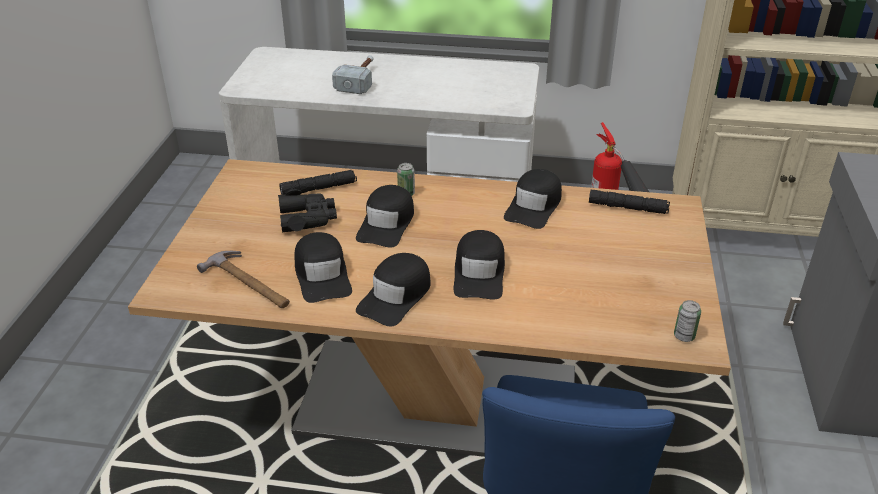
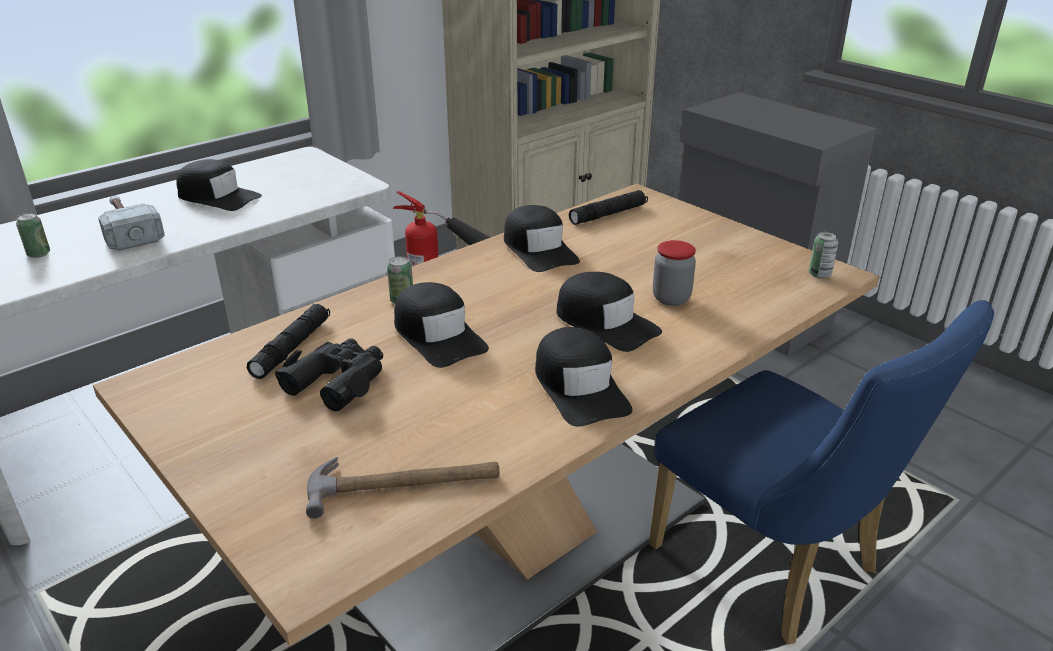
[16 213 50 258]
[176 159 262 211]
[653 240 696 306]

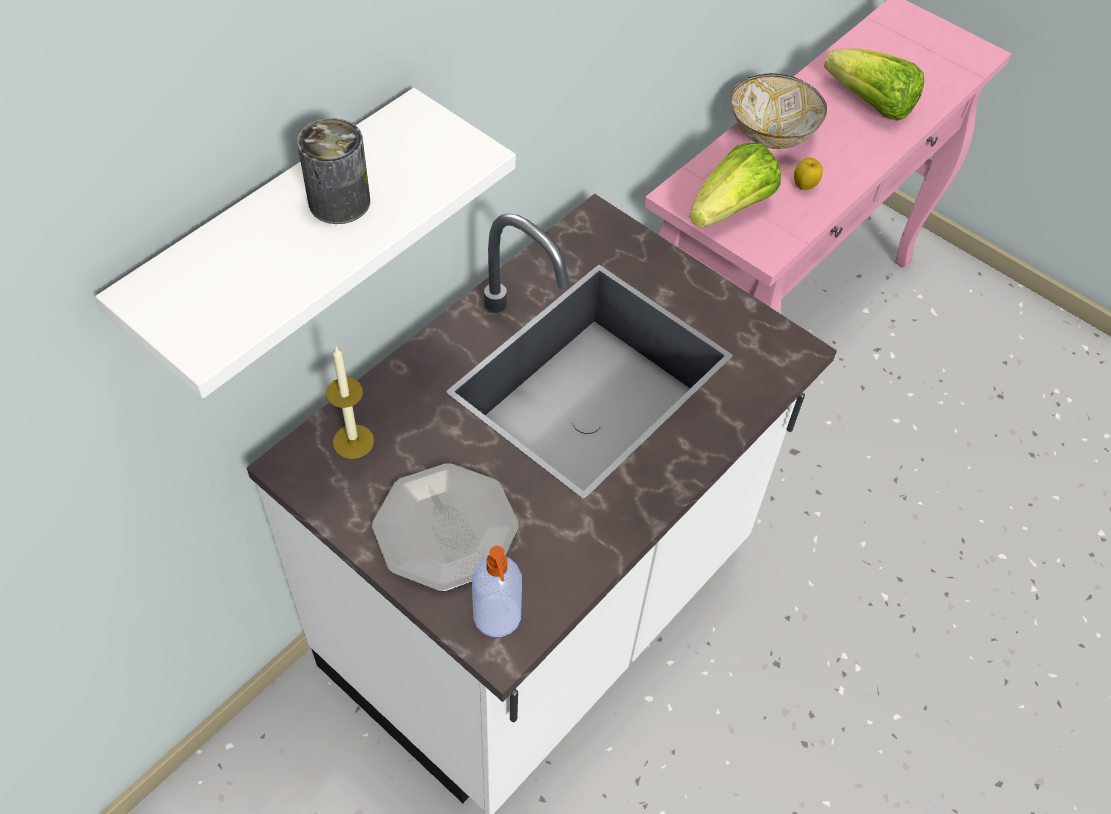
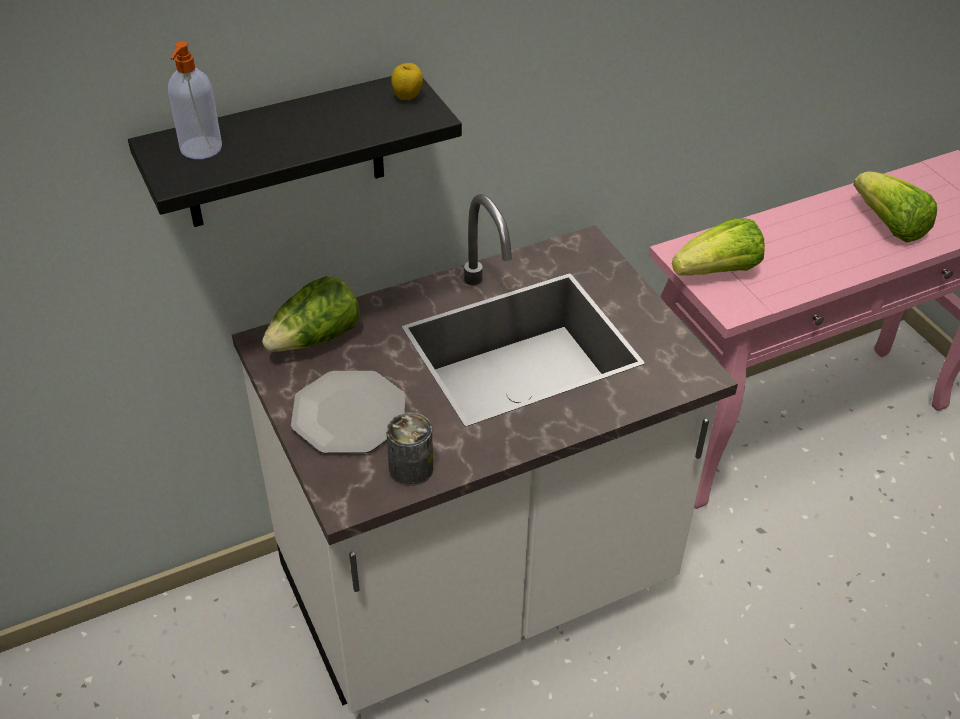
[128 76 462 227]
[168 41 222 159]
[262 276 360 352]
[386 412 433 486]
[391 63 423 100]
[731 73 827 149] (first image)

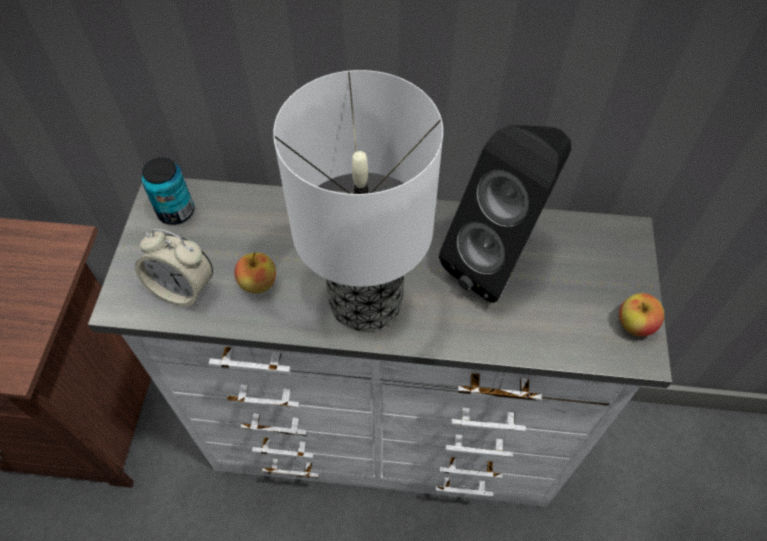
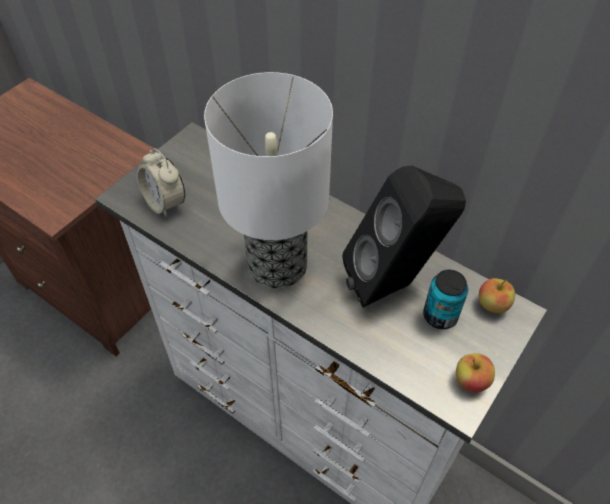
[423 270 468 329]
[479 278 515 314]

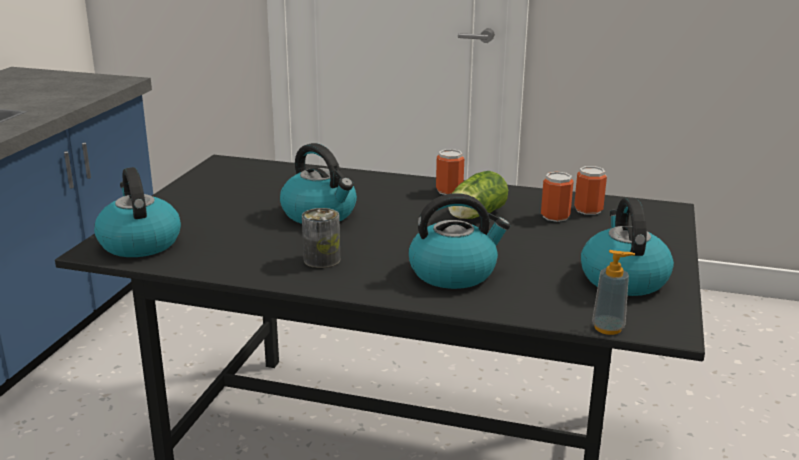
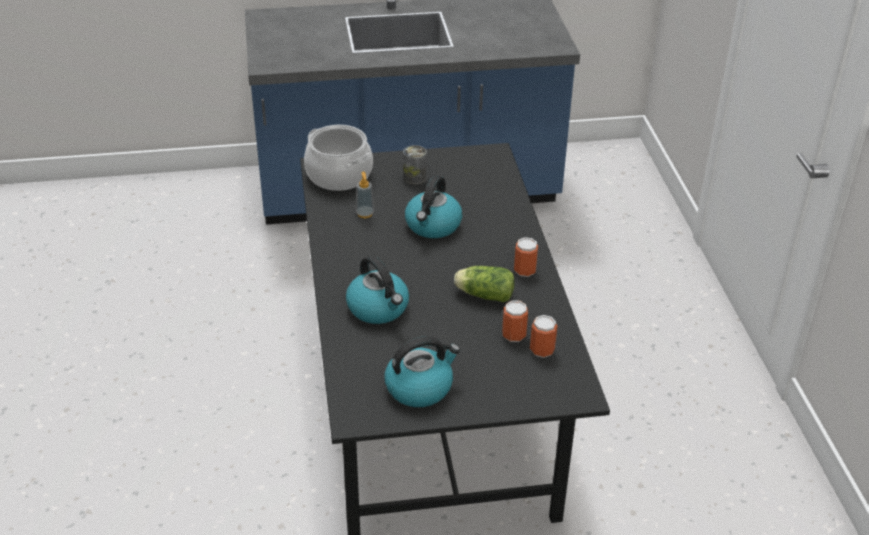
[304 125 373 191]
[356 171 374 218]
[403 145 427 184]

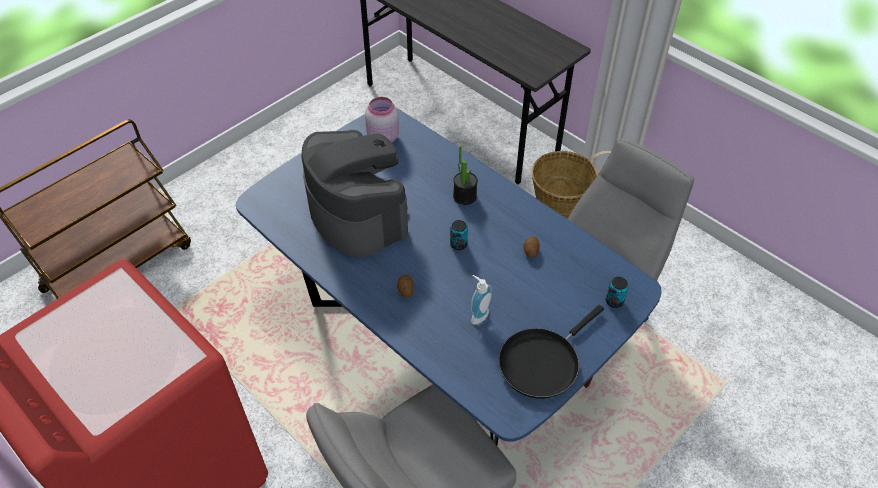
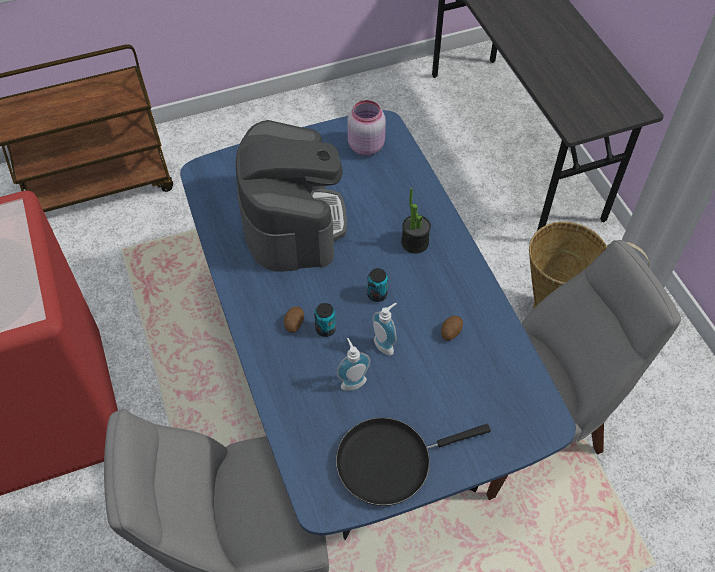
[314 303 336 337]
[373 303 397 355]

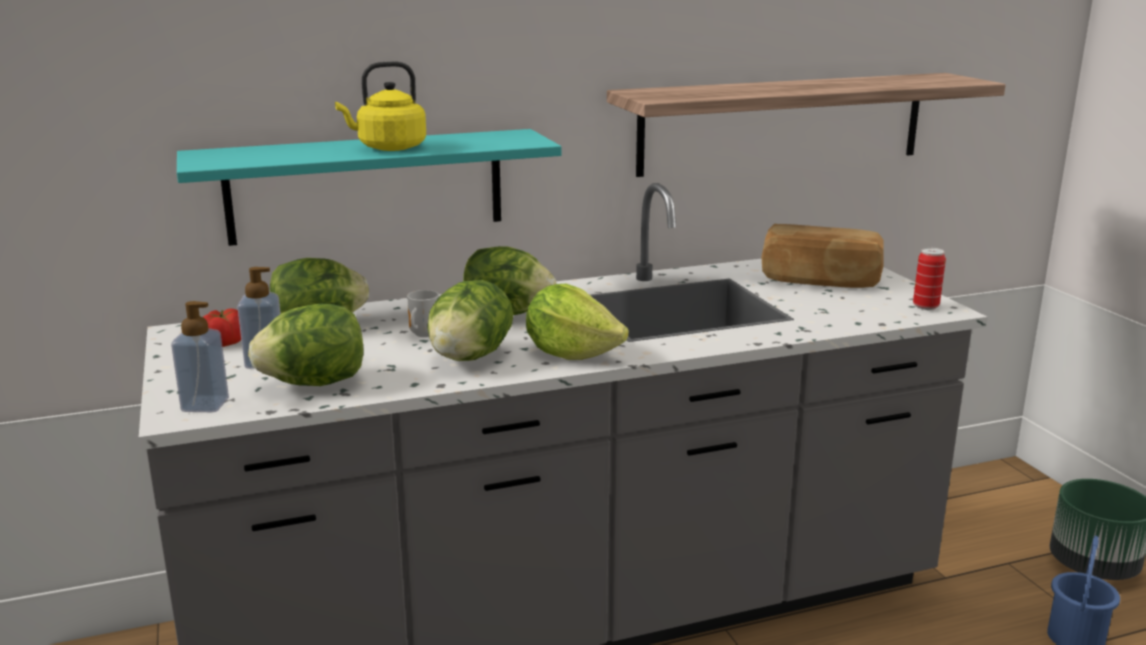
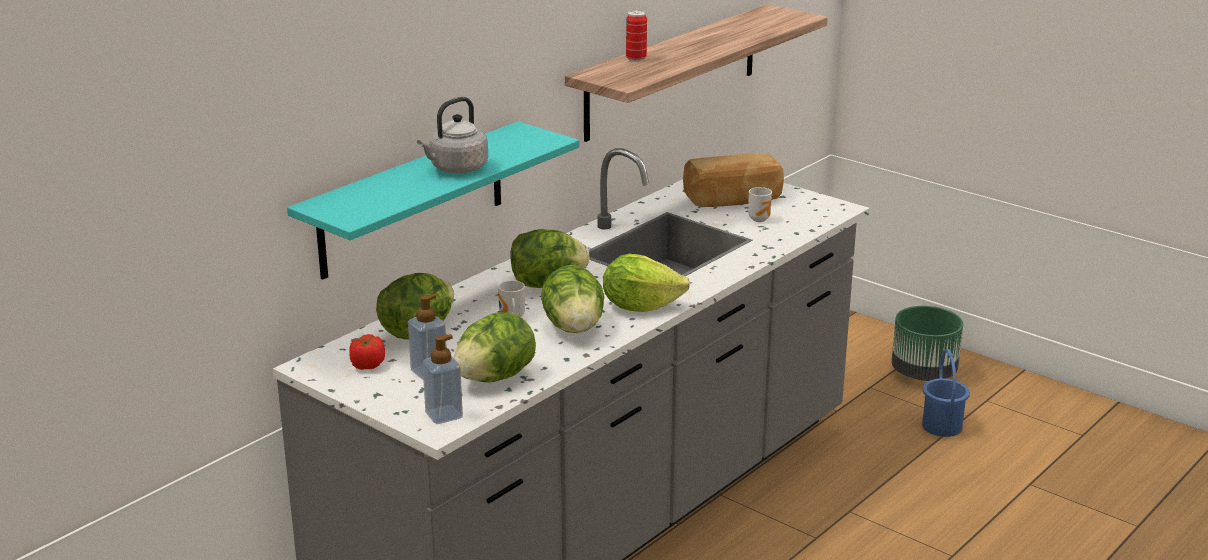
[417 97 488 173]
[626 10 647 61]
[748 187 772 222]

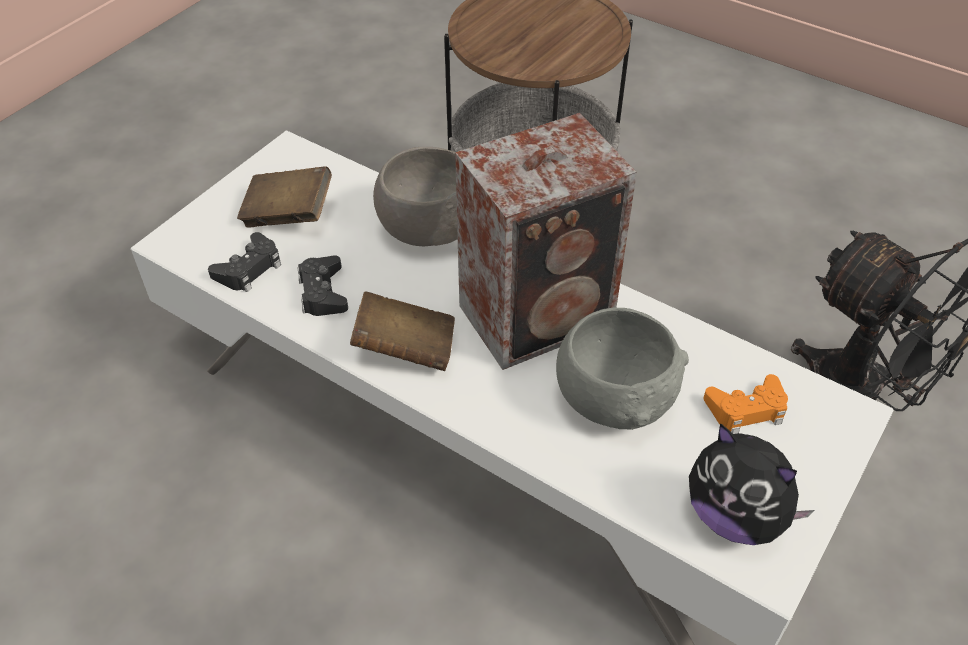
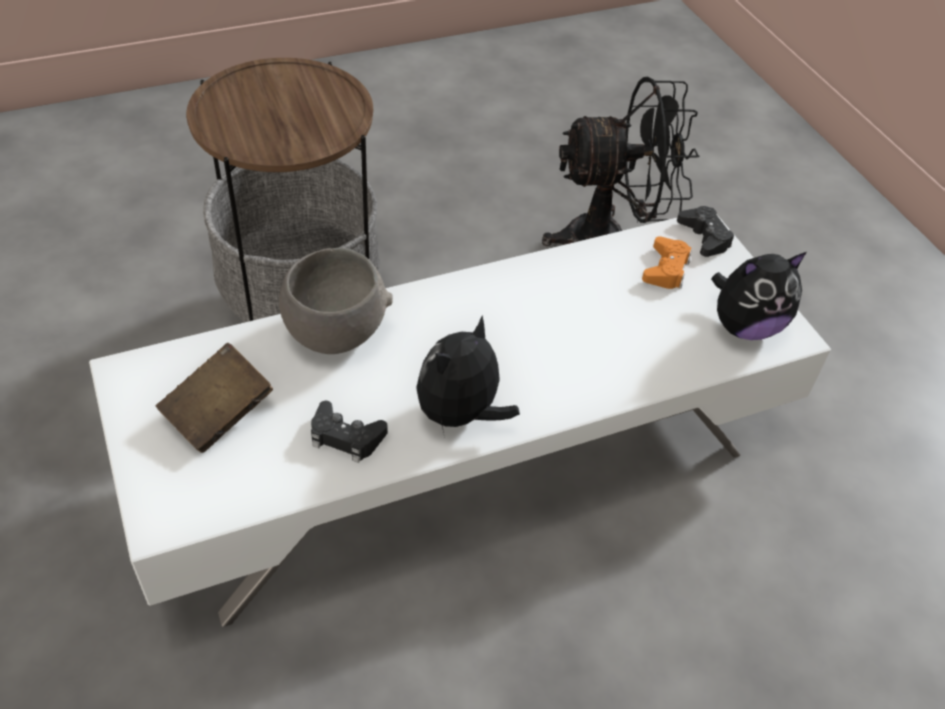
[416 315 520 438]
[677 206 734 257]
[455 113 637 370] (first image)
[556 308 689 430] (first image)

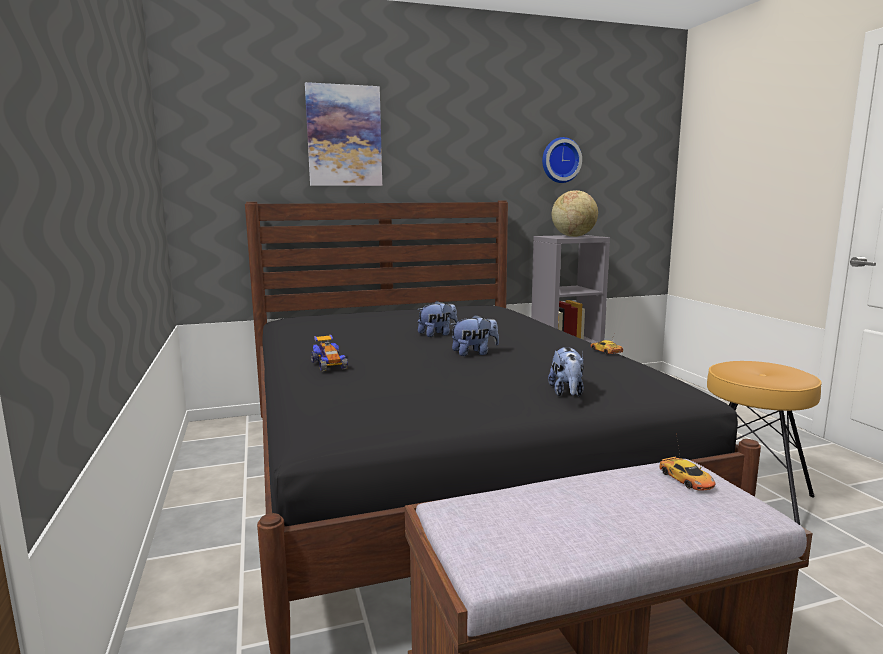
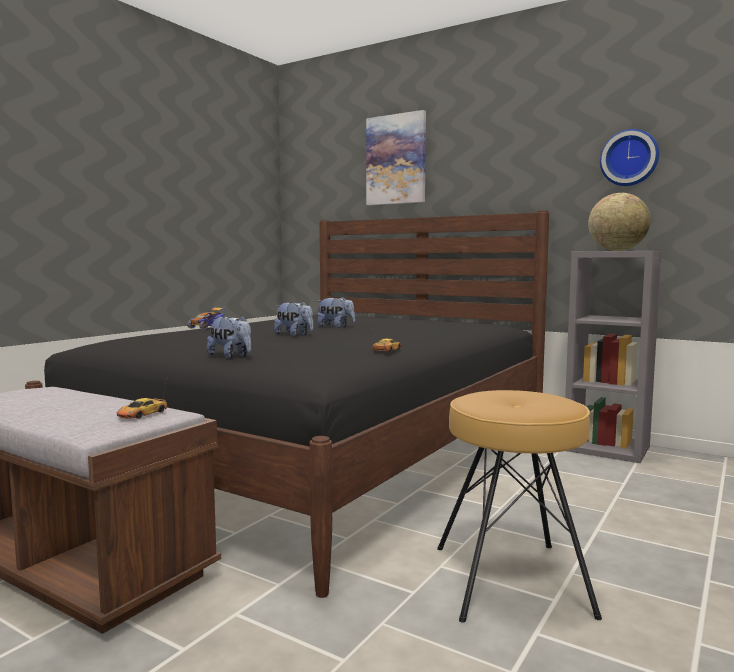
[207 315 251 359]

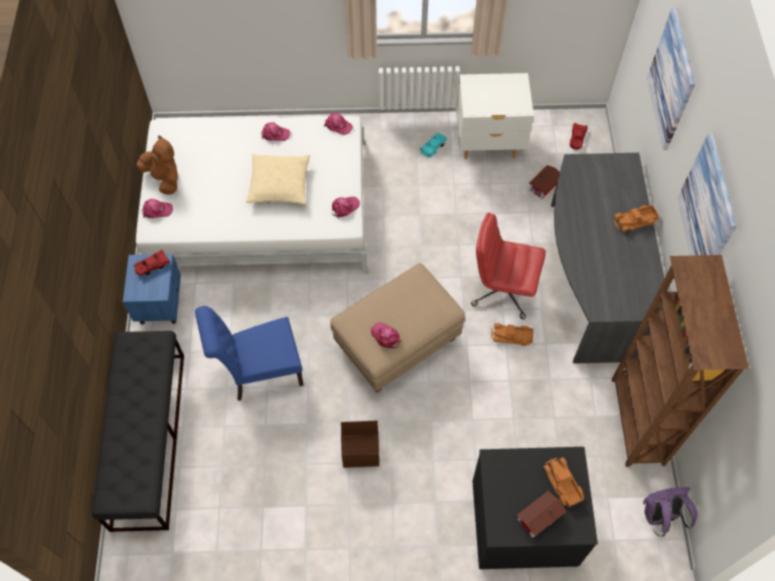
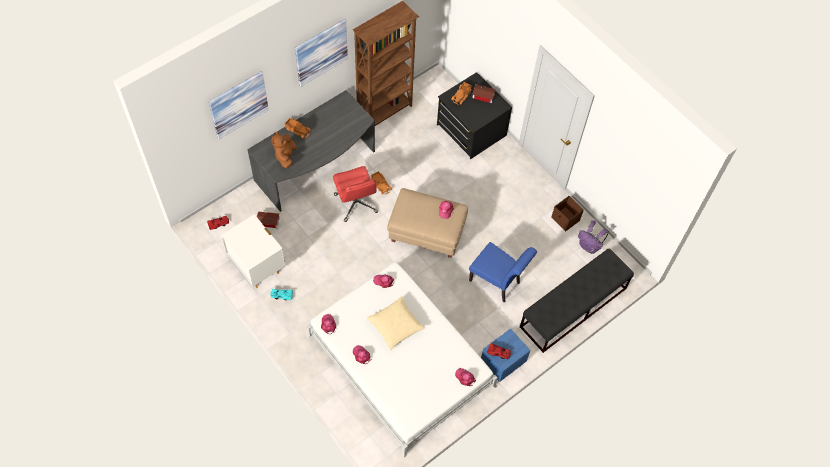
[271 131 297 168]
[551 196 584 231]
[578 221 609 254]

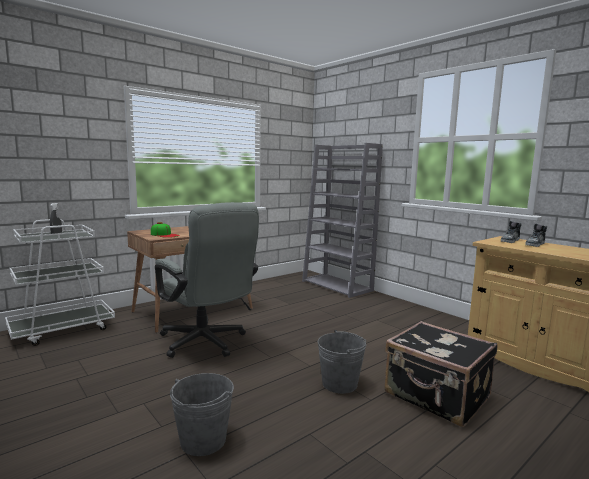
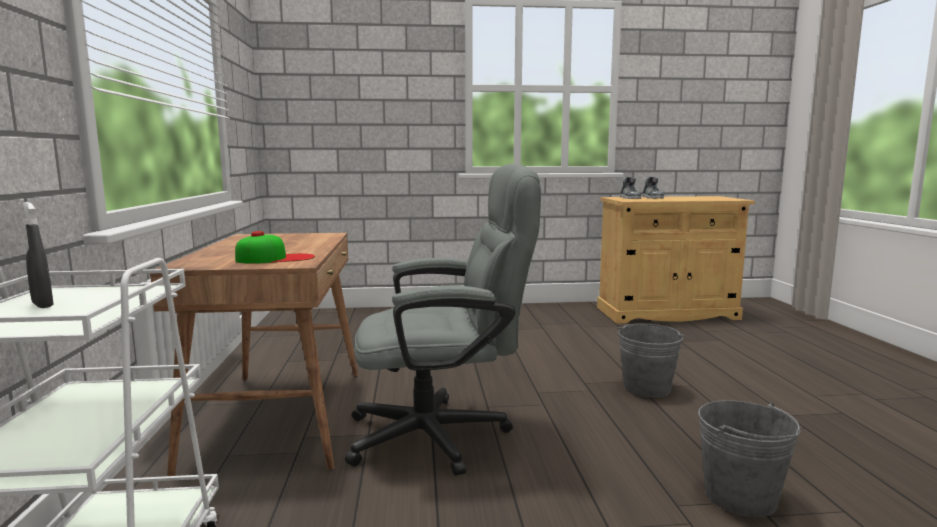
[302 143 383 298] (first image)
[385 321 497 427] (first image)

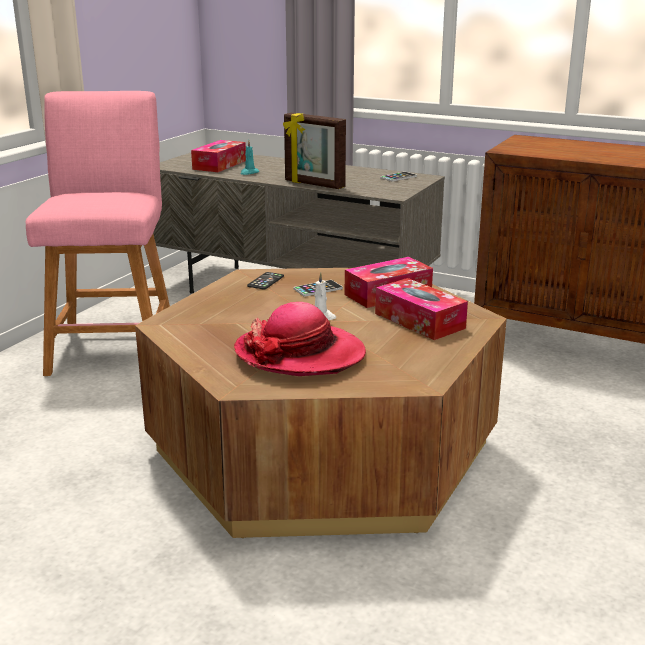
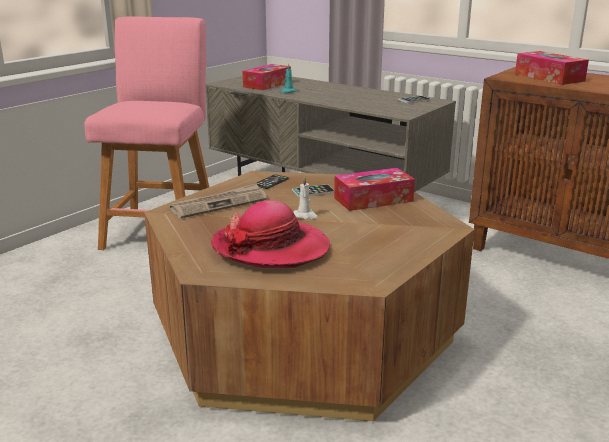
[170 183 267 218]
[515 51 589 85]
[283 113 346 189] (first image)

